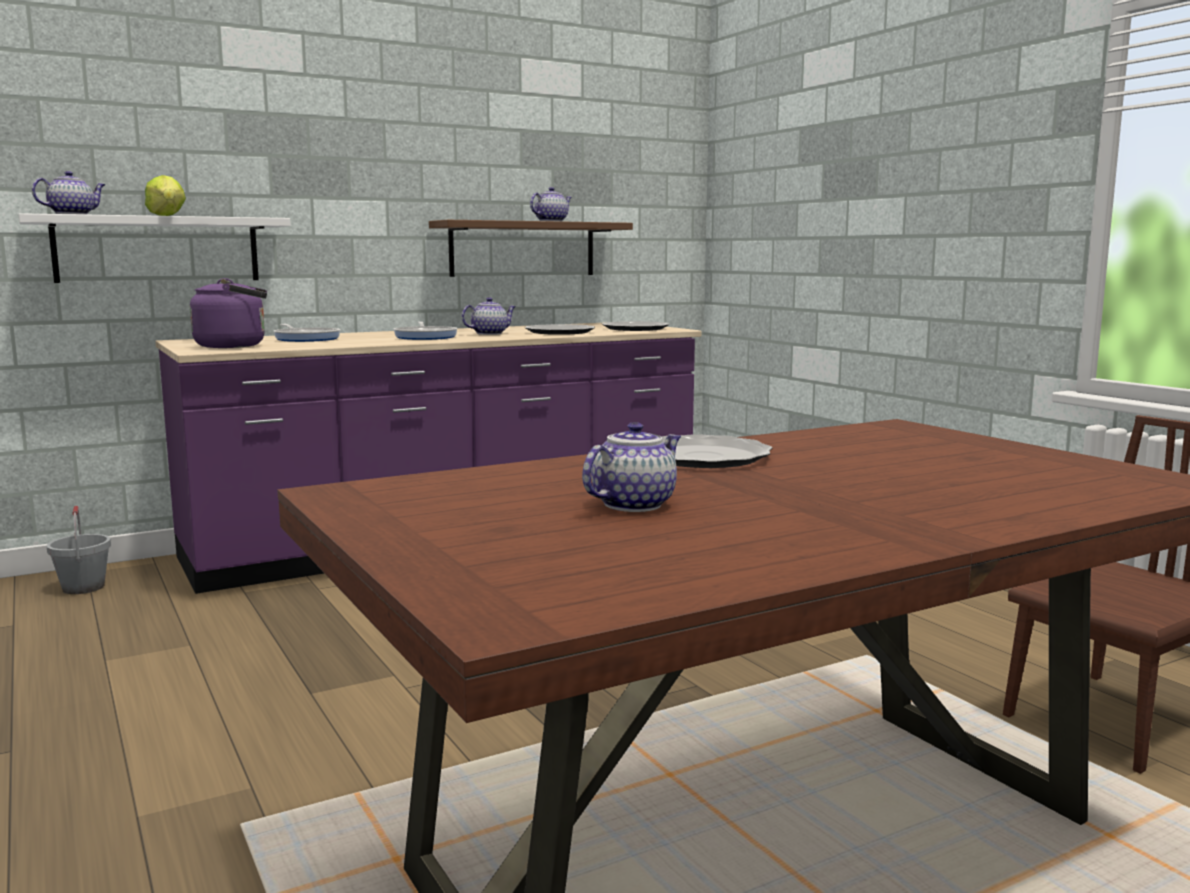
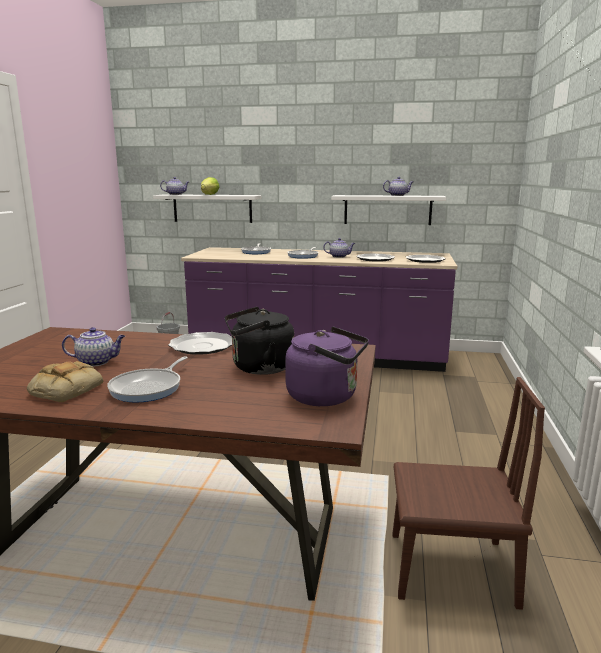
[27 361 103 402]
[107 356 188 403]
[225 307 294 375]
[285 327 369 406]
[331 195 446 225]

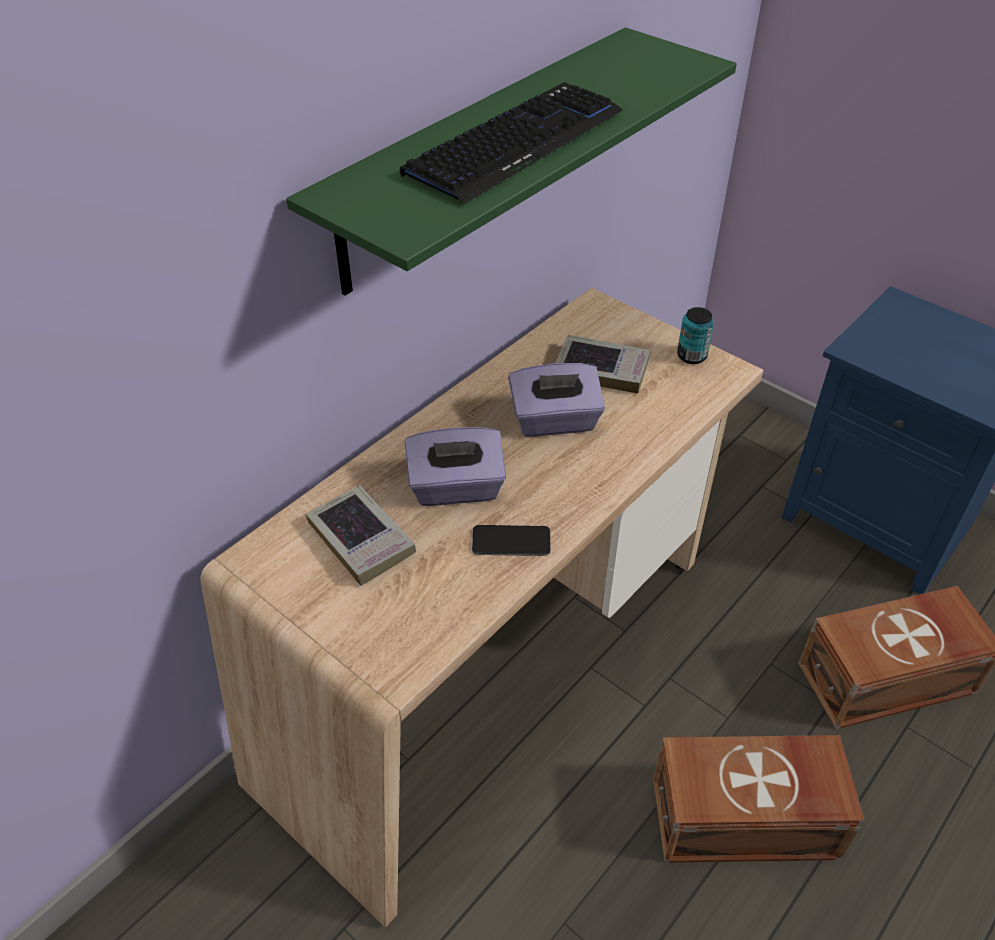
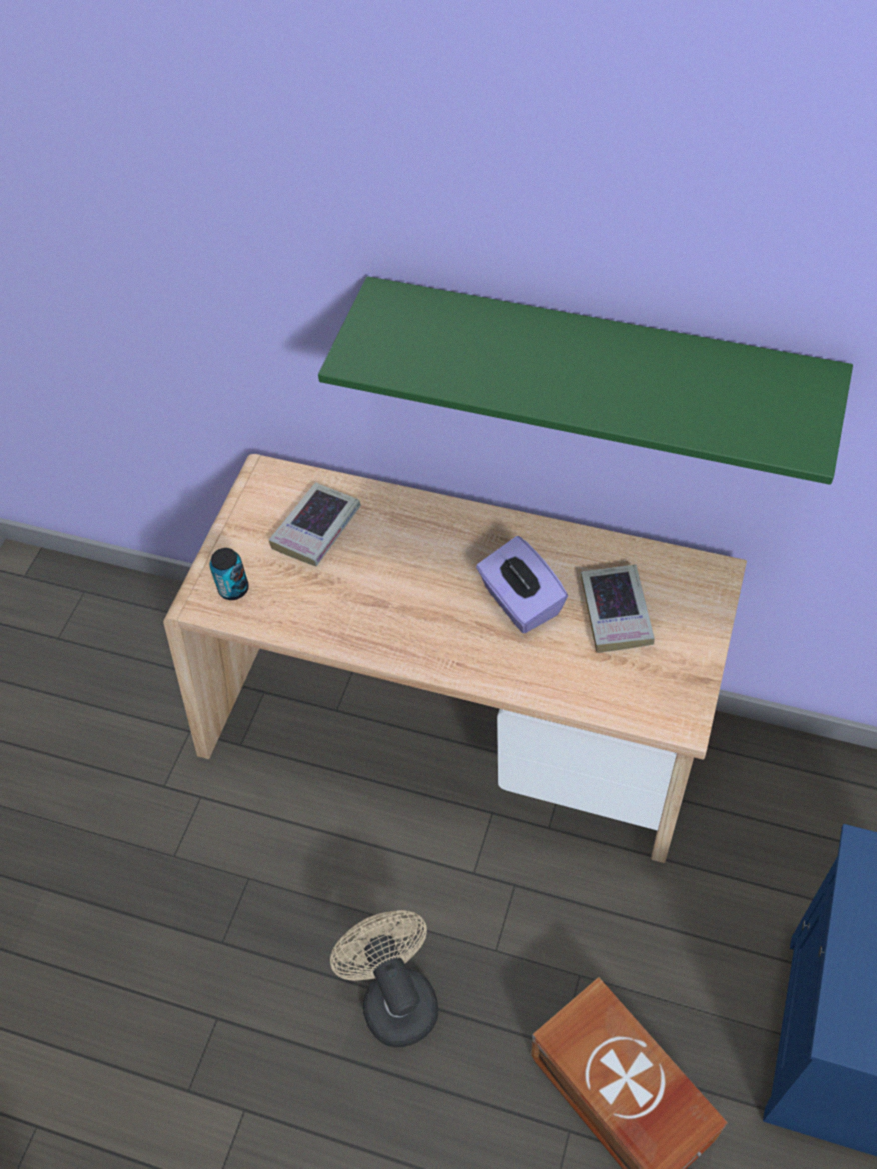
[210 548 249 600]
[330 910 438 1047]
[400 82 623 204] (first image)
[405 427 506 506] (first image)
[472 525 551 556] (first image)

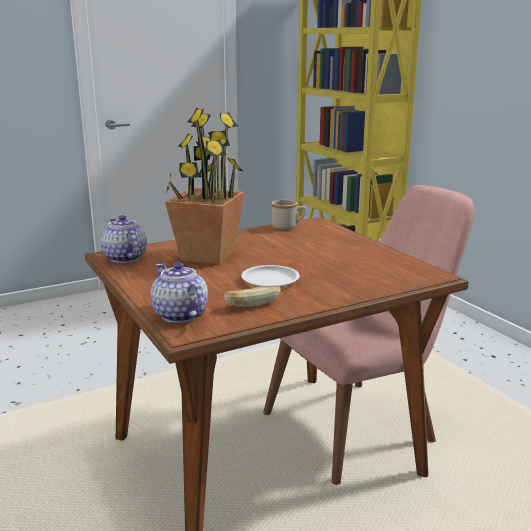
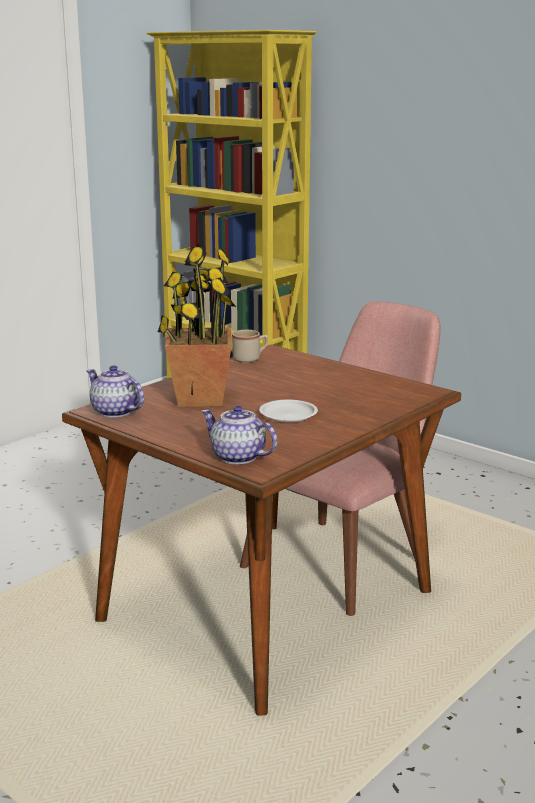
[224 285 281 307] (first image)

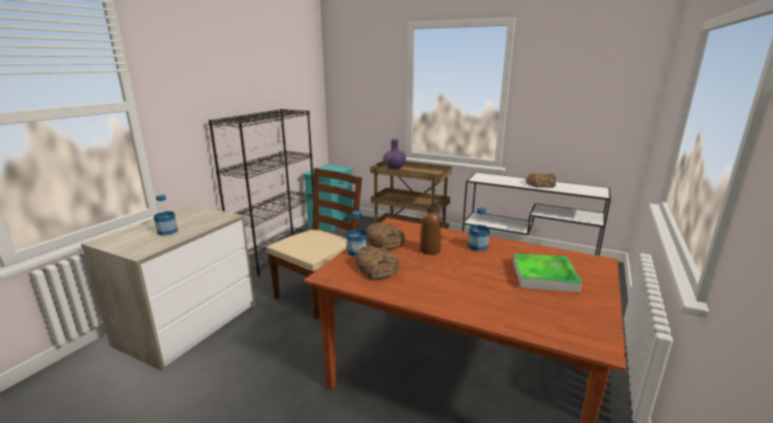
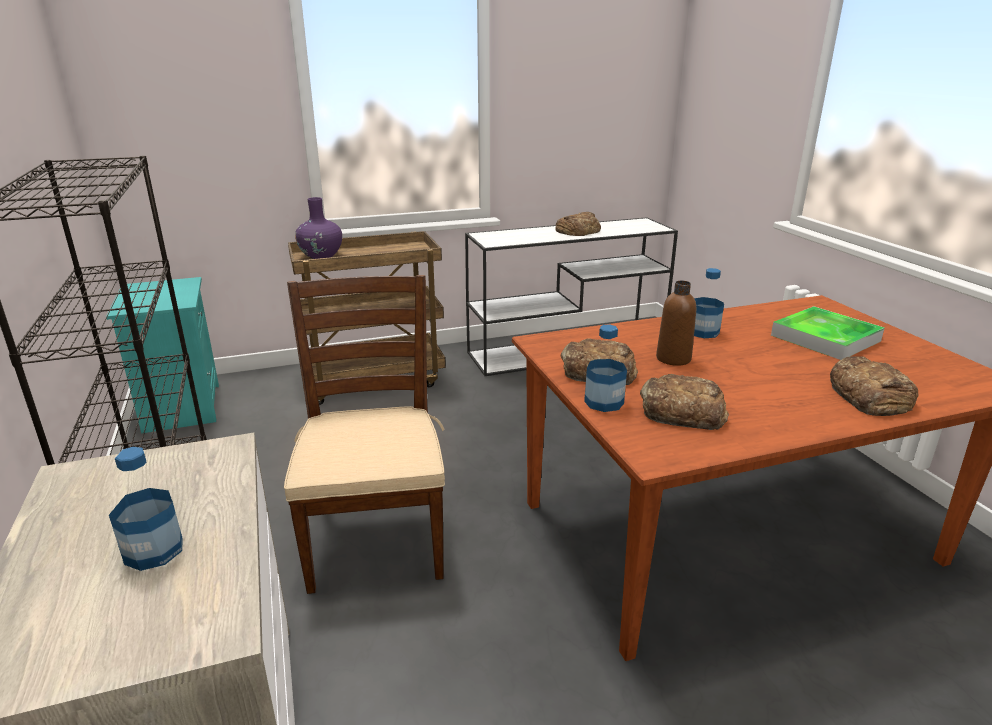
[830 356 918 416]

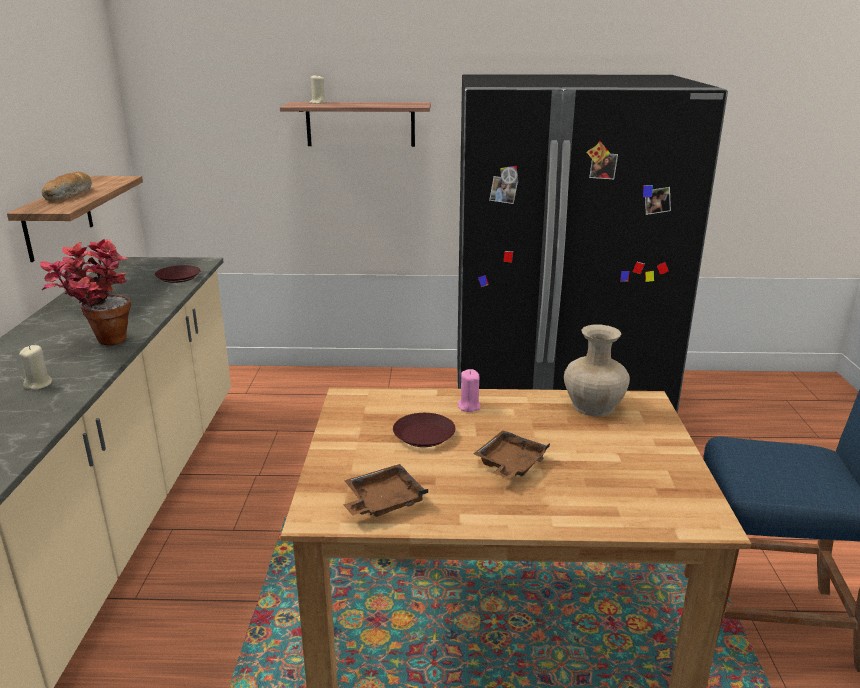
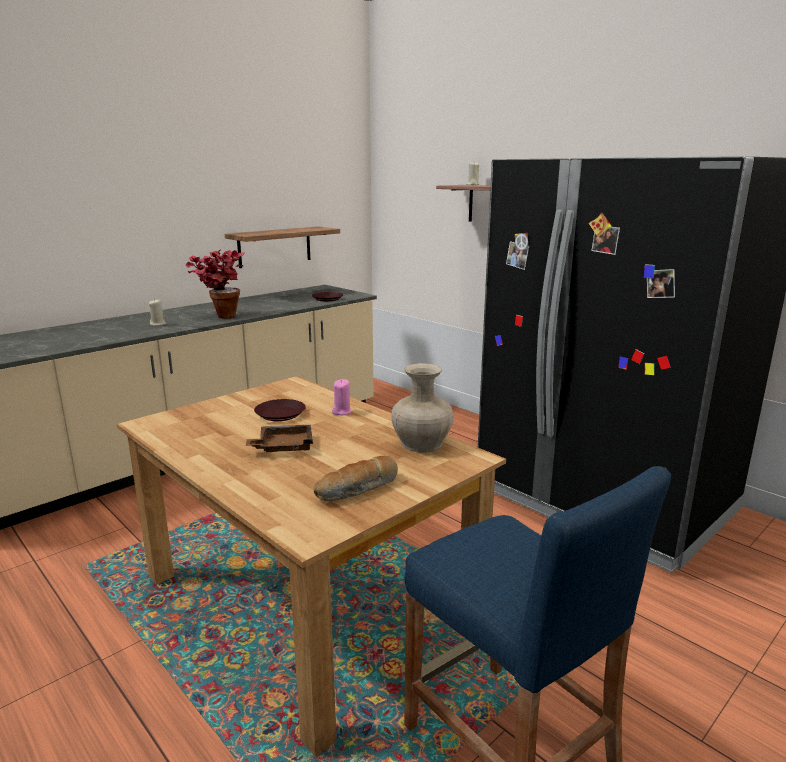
[314 456 398 502]
[343 464 428 517] (first image)

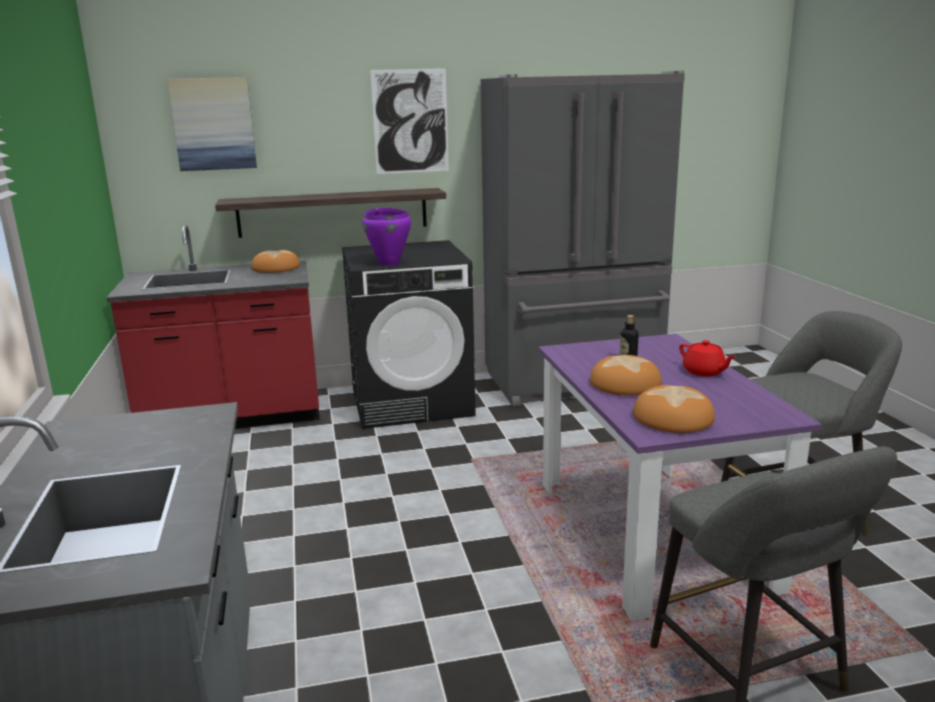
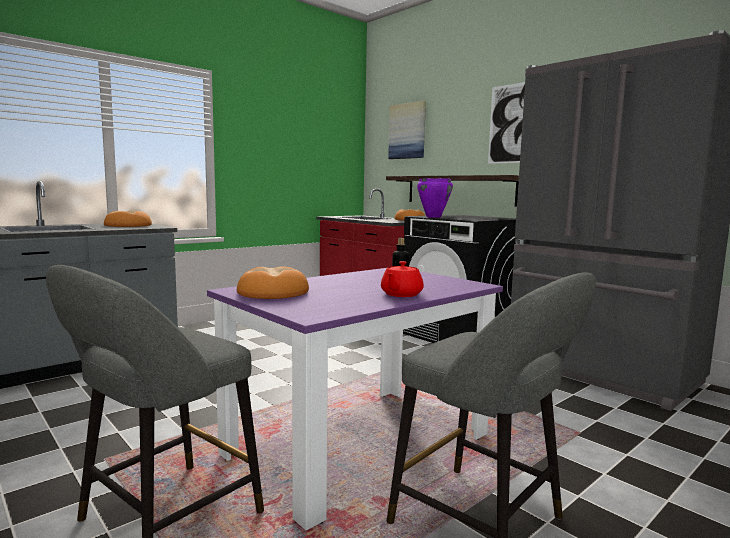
[104 210 152 227]

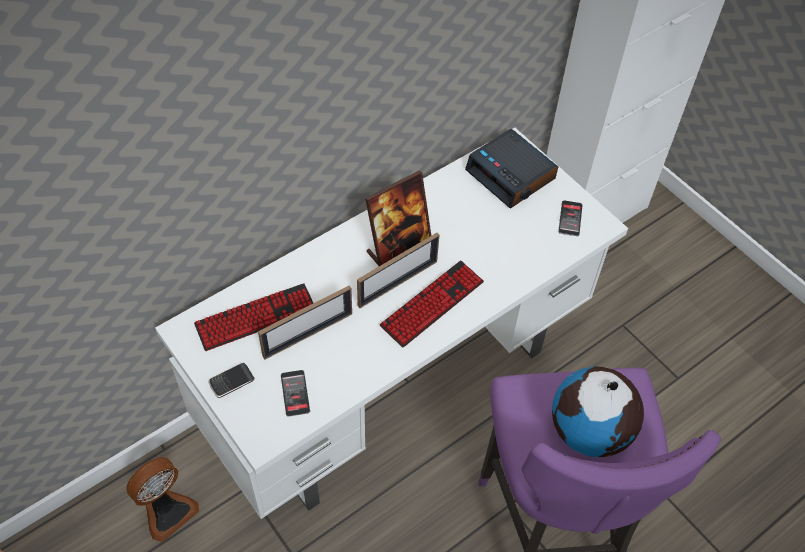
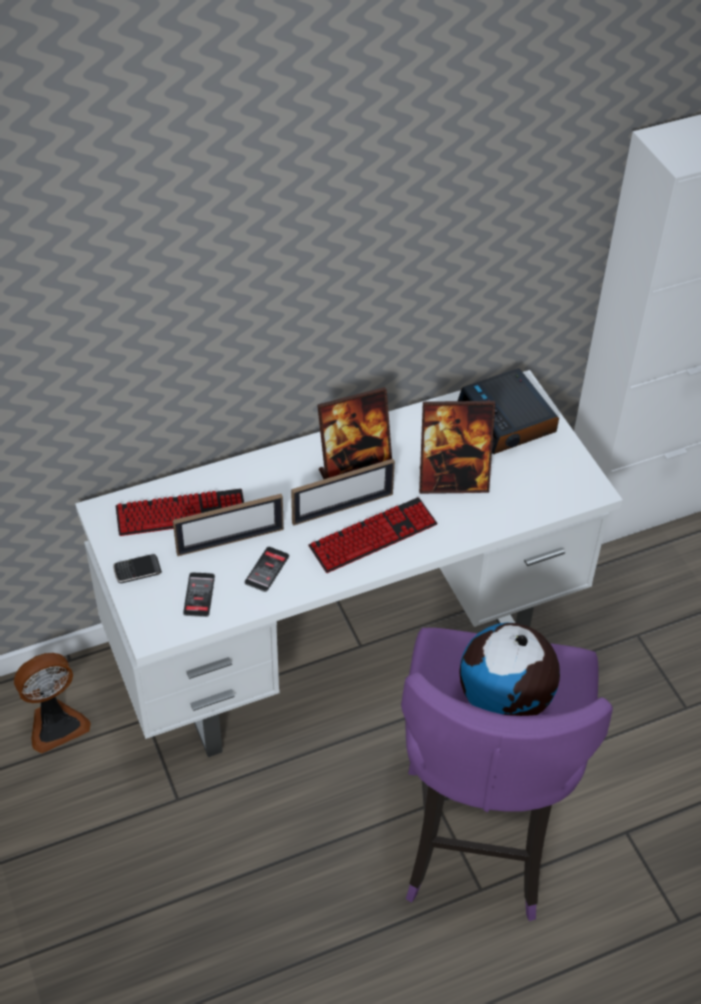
[244 547 289 592]
[419 401 495 494]

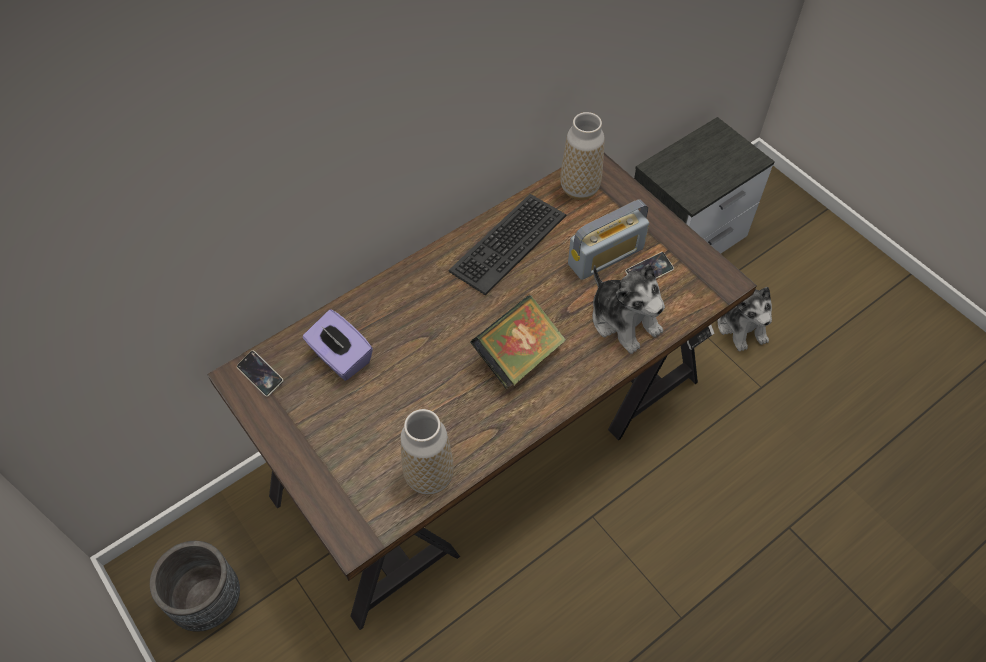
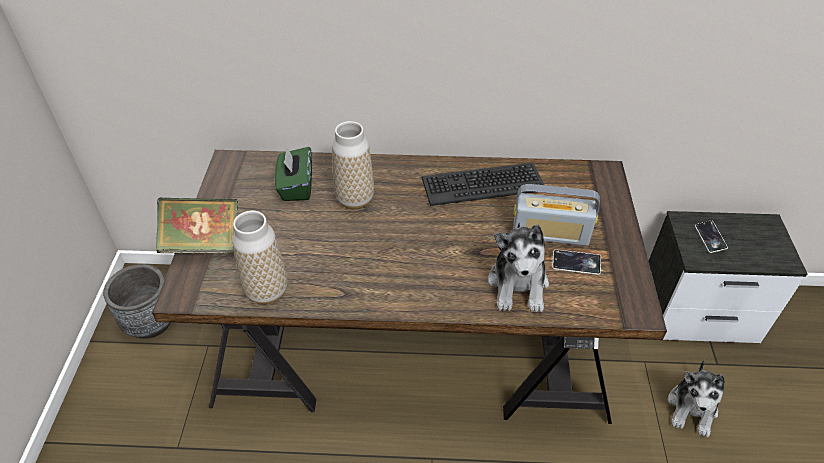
[156 198 238 254]
[275 147 312 201]
[332 121 374 209]
[695 220 728 253]

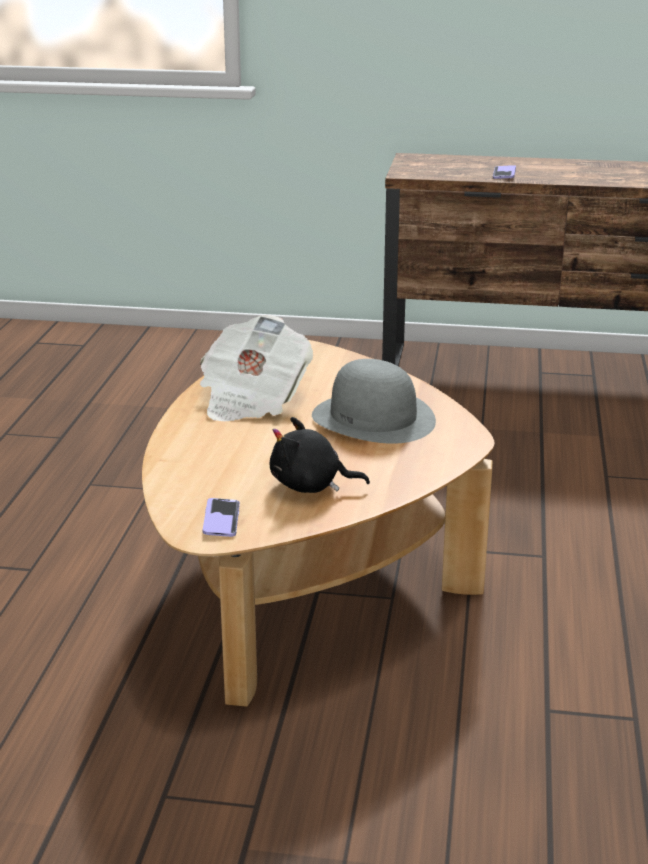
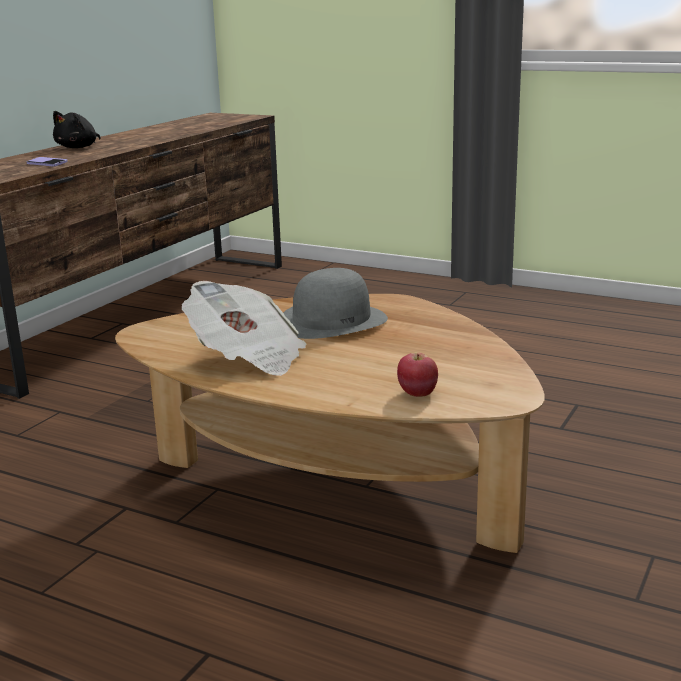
[53 111 101 148]
[397 352 438 397]
[203 498 240 537] (first image)

